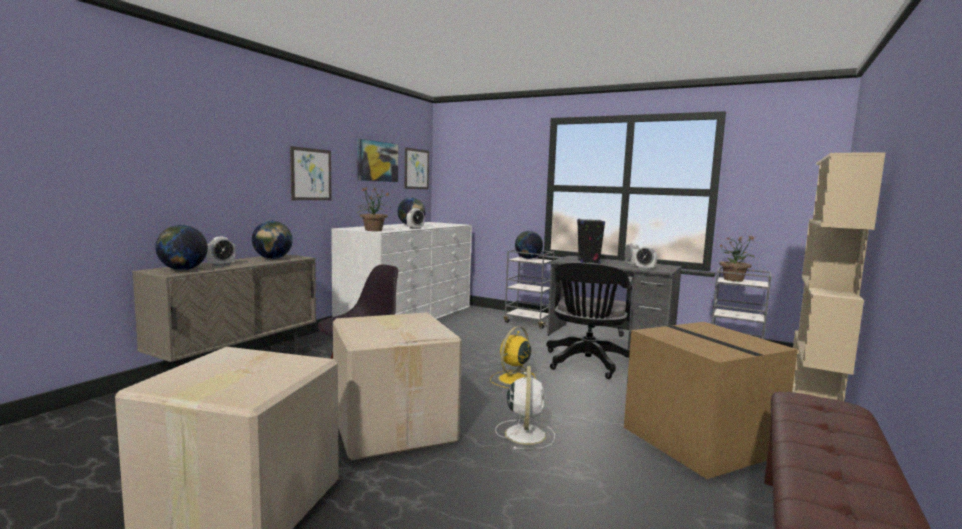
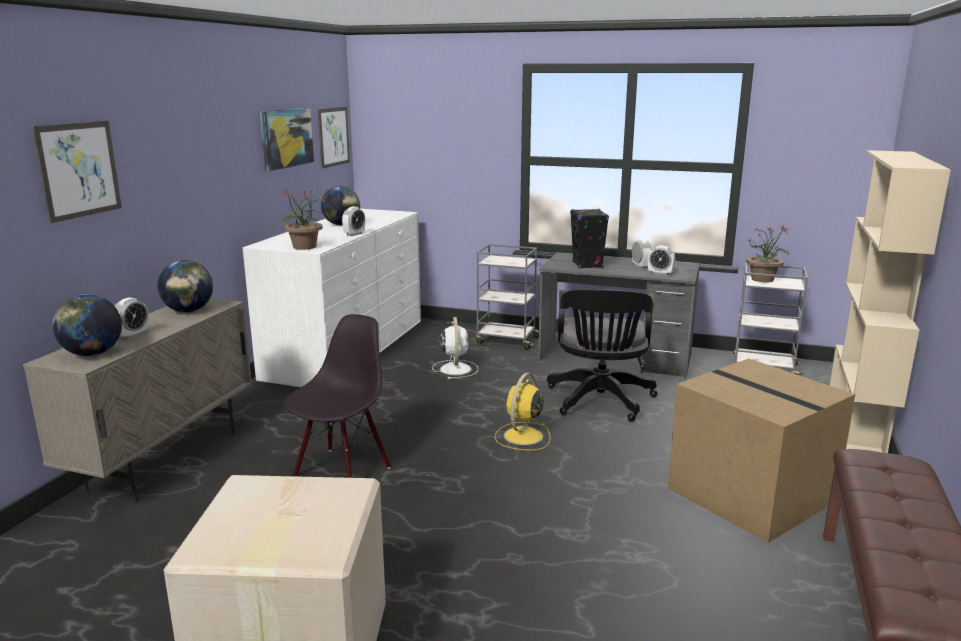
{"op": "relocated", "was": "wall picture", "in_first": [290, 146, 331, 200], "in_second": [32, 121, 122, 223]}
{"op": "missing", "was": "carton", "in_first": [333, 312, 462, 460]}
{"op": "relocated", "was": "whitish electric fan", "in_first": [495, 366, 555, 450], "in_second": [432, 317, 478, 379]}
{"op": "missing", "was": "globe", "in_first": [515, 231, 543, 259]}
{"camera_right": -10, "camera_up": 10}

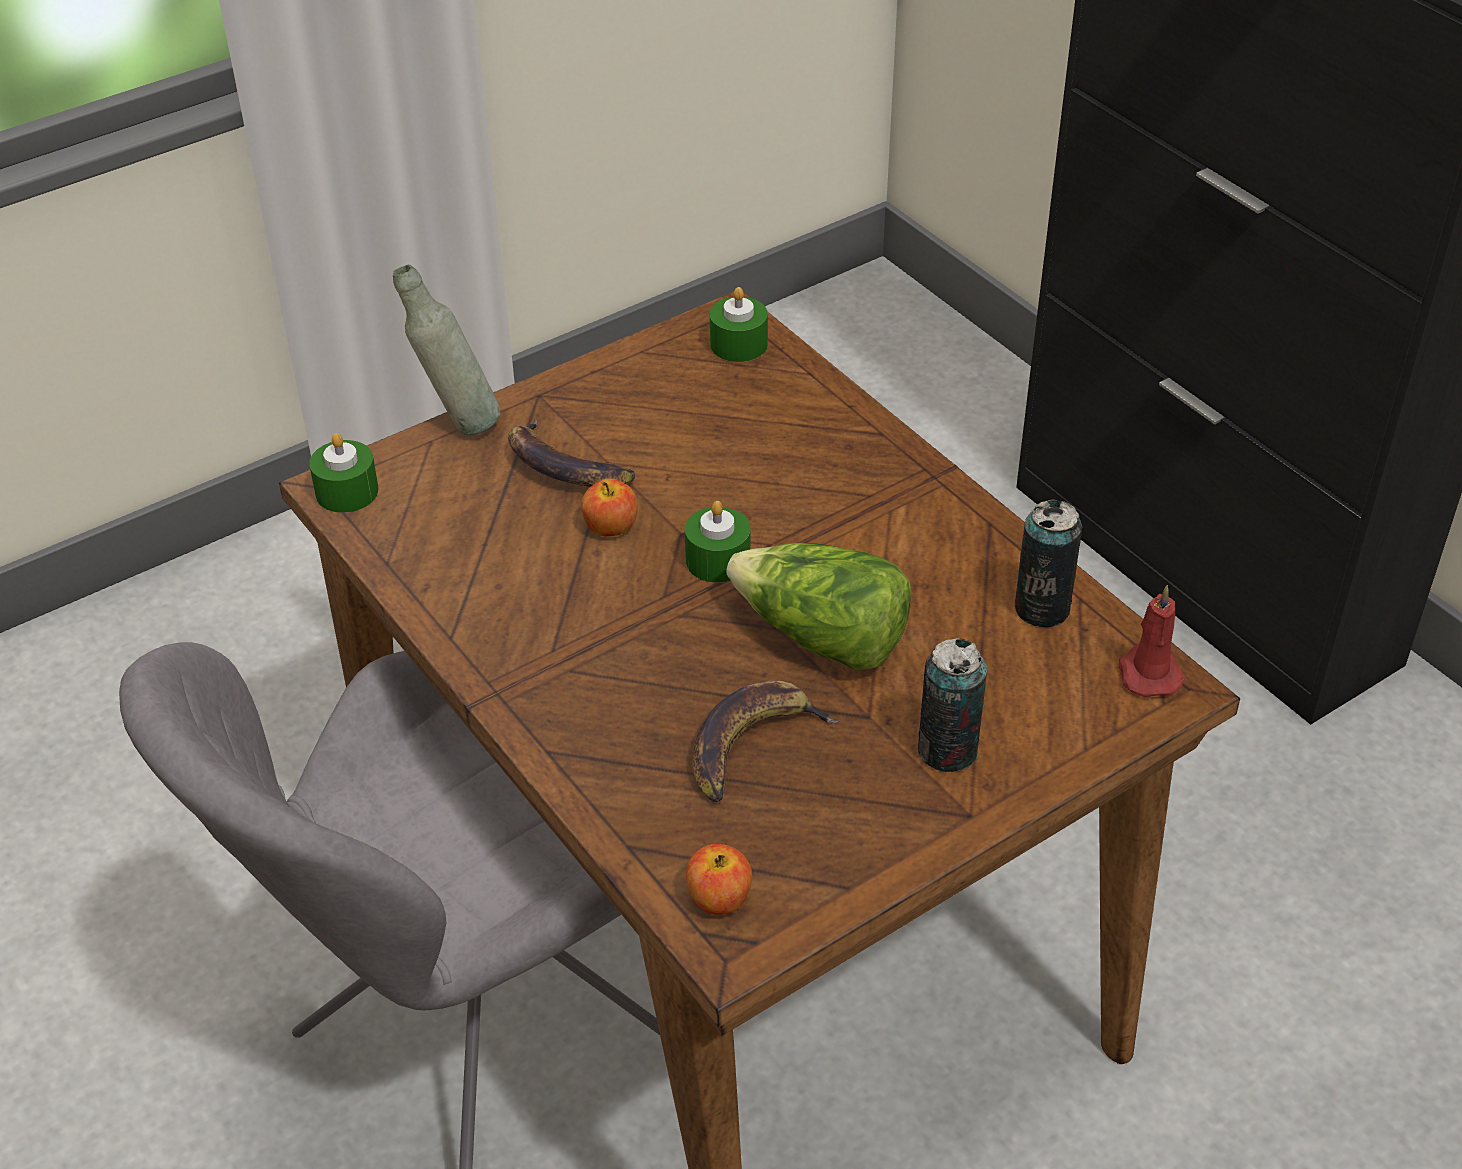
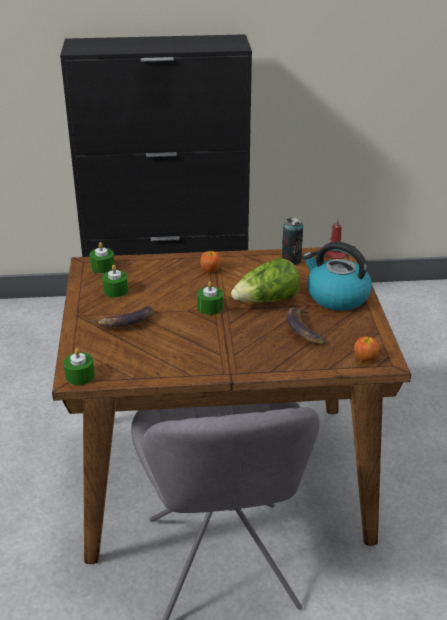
{"op": "missing", "was": "grey drink bottle", "in_first": [393, 265, 500, 435]}
{"op": "relocated", "was": "apple", "in_first": [581, 479, 638, 537], "in_second": [200, 251, 221, 273]}
{"op": "exchanged", "was": "sealed can", "now": "tea kettle", "in_first": [918, 638, 987, 772], "in_second": [302, 241, 372, 311]}
{"op": "appeared", "now": "green wax light", "in_second": [102, 265, 128, 297]}
{"camera_right": -60, "camera_up": -10}

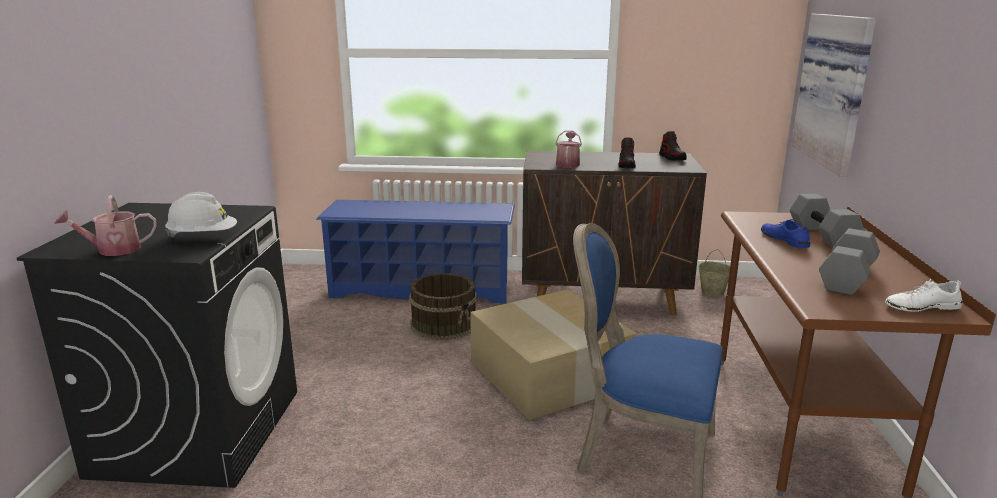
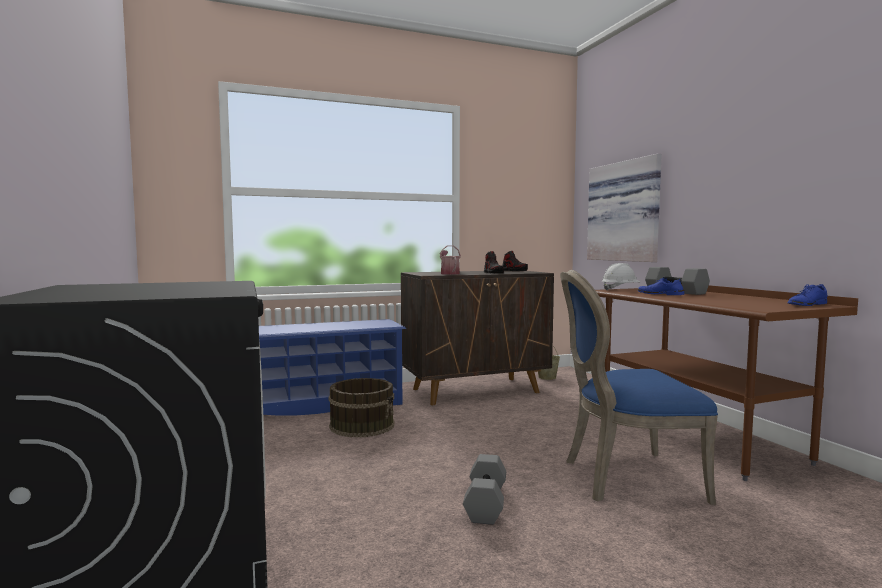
{"op": "missing", "was": "watering pot", "in_first": [54, 195, 157, 256]}
{"op": "relocated", "was": "whitish work helmet", "in_first": [165, 192, 237, 238], "in_second": [602, 263, 640, 291]}
{"op": "missing", "was": "carton", "in_first": [470, 290, 637, 420]}
{"op": "relocated", "was": "grey dumbbell", "in_first": [819, 228, 880, 295], "in_second": [463, 454, 506, 525]}
{"op": "colour", "was": "whitish shoe", "now": "blue-coloured shoe", "in_first": [885, 279, 962, 312], "in_second": [788, 284, 828, 306]}
{"camera_right": -25, "camera_up": -15}

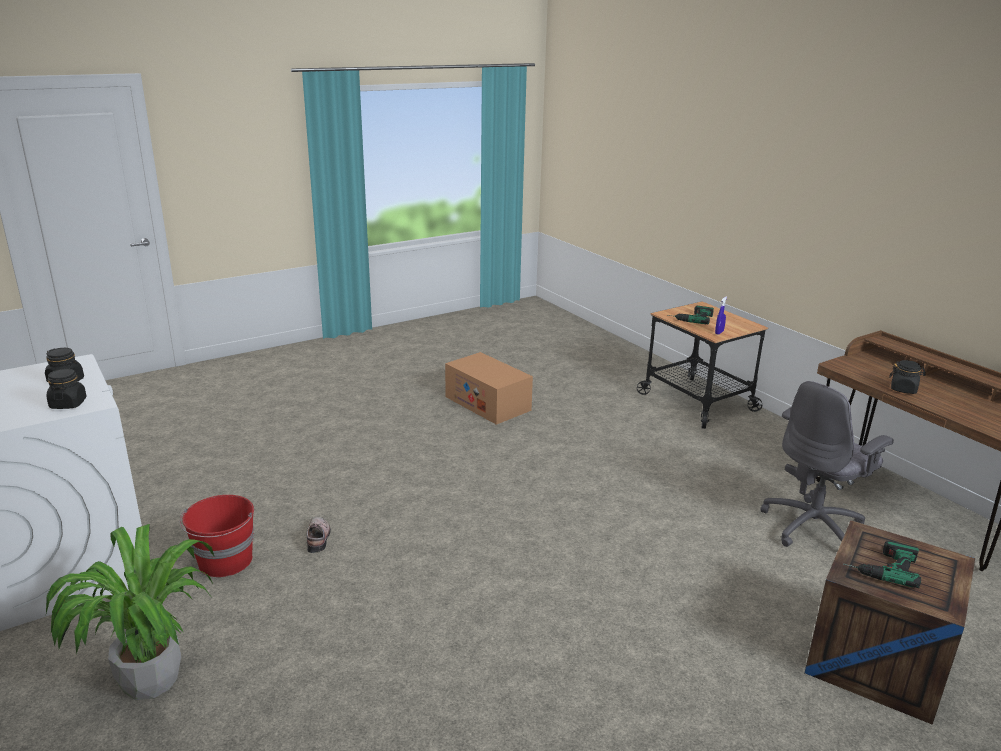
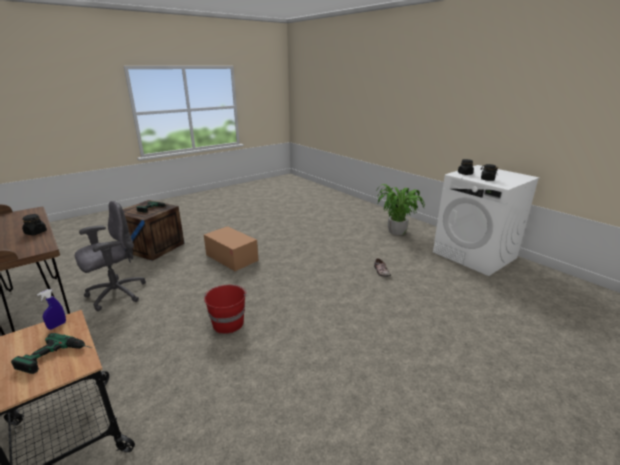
{"op": "relocated", "was": "red-coloured water bucket", "in_first": [180, 495, 254, 577], "in_second": [204, 285, 247, 334]}
{"op": "relocated", "was": "carton", "in_first": [445, 352, 533, 425], "in_second": [204, 226, 258, 271]}
{"camera_right": 175, "camera_up": 0}

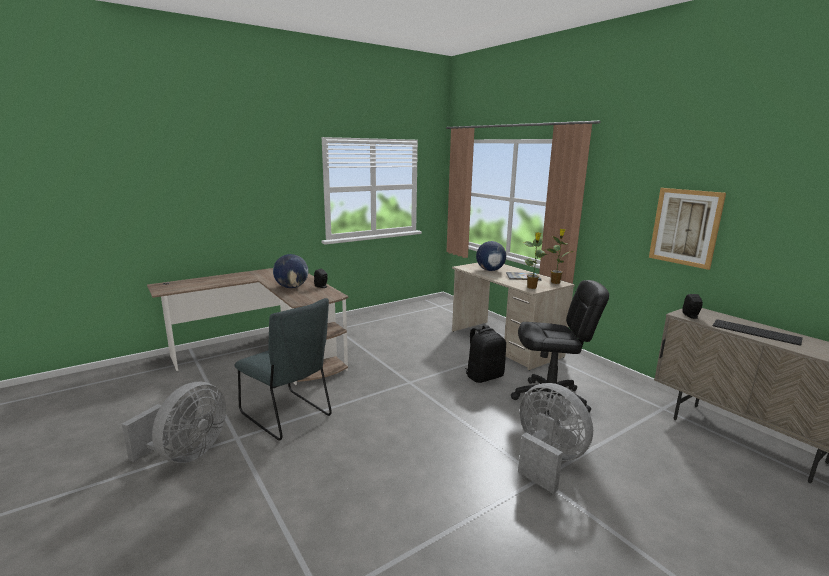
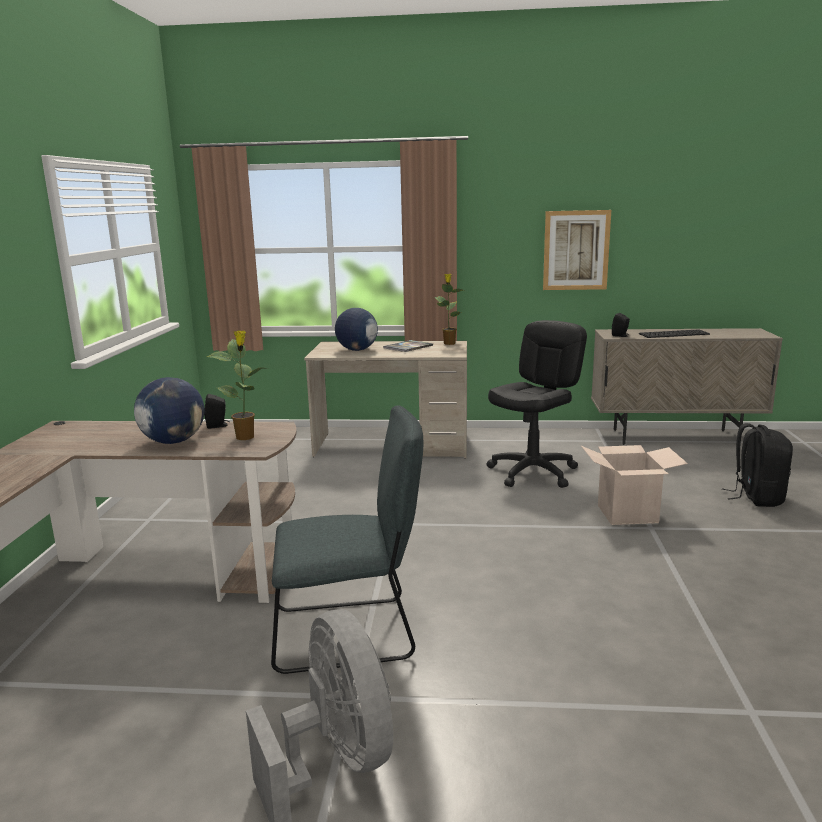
{"op": "relocated", "was": "blackish rucksack", "in_first": [465, 325, 506, 383], "in_second": [722, 423, 793, 507]}
{"op": "exchanged", "was": "grey electric fan", "now": "carton", "in_first": [518, 383, 593, 494], "in_second": [581, 445, 688, 525]}
{"op": "relocated", "was": "potted plant", "in_first": [523, 232, 548, 289], "in_second": [207, 330, 267, 440]}
{"camera_right": -50, "camera_up": 0}

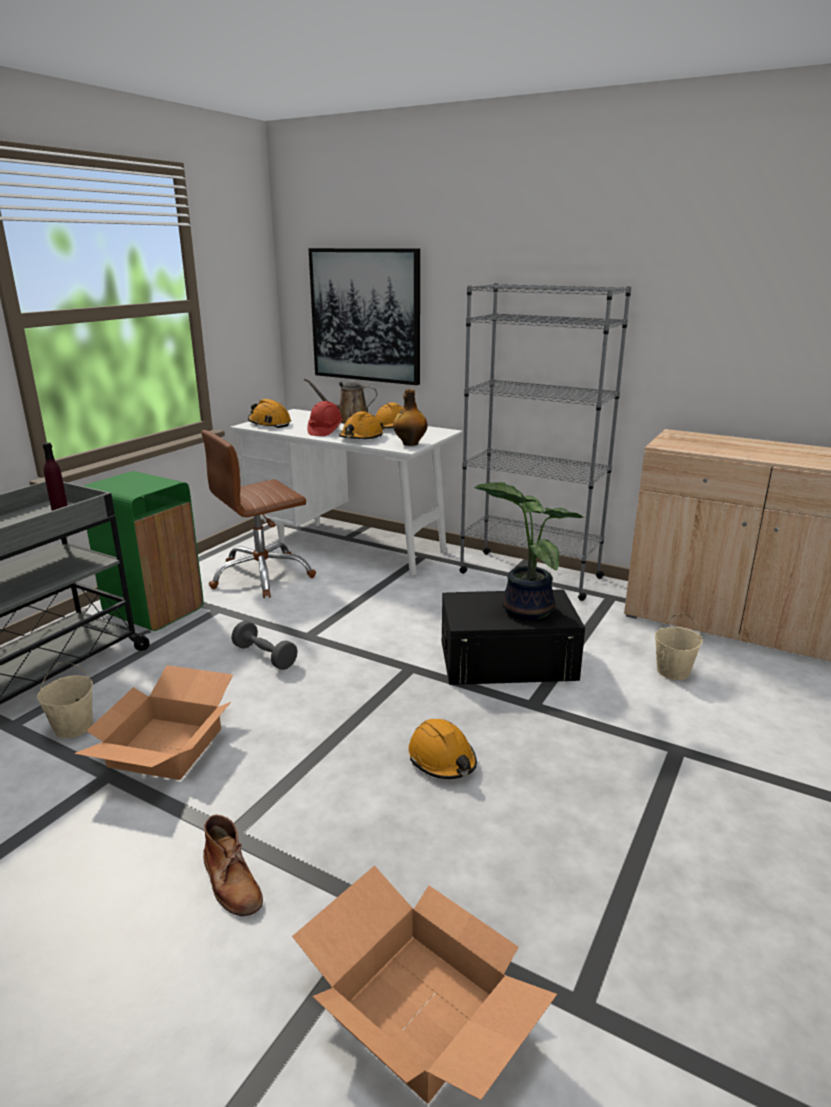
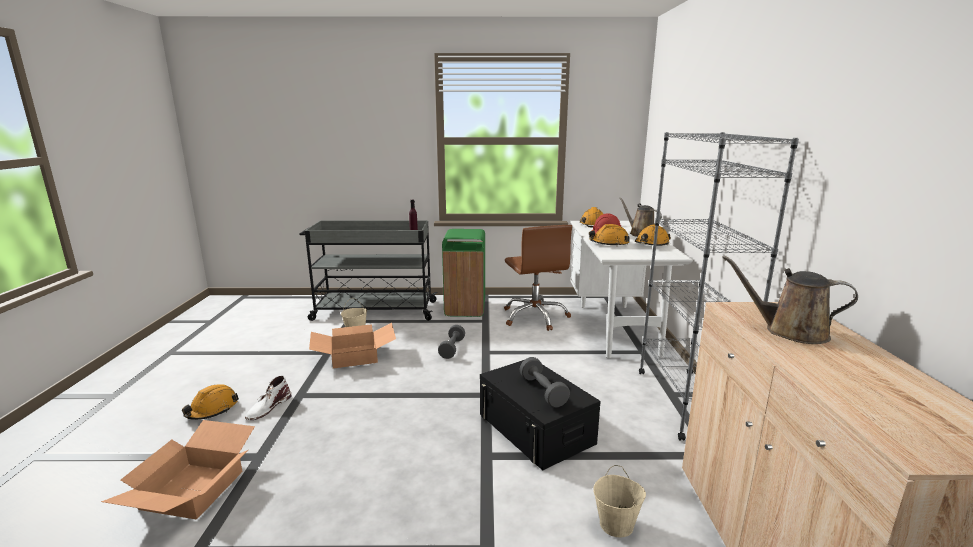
{"op": "spun", "was": "brown desk chair", "in_first": [201, 430, 316, 598], "in_second": [504, 225, 572, 331], "clockwise": -135}
{"op": "colour", "was": "brown boot", "now": "whitish boot", "in_first": [203, 814, 263, 916], "in_second": [245, 375, 292, 420]}
{"op": "missing", "was": "wall picture", "in_first": [309, 248, 420, 385]}
{"op": "missing", "was": "drink bottle", "in_first": [393, 389, 428, 446]}
{"op": "relocated", "was": "orange-coloured work helmet", "in_first": [408, 719, 477, 779], "in_second": [182, 384, 239, 420]}
{"op": "exchanged", "was": "potted plant", "now": "grey dumbbell", "in_first": [474, 482, 585, 620], "in_second": [519, 357, 570, 408]}
{"op": "appeared", "now": "brown watering pot", "in_second": [722, 255, 858, 344]}
{"camera_right": 60, "camera_up": -5}

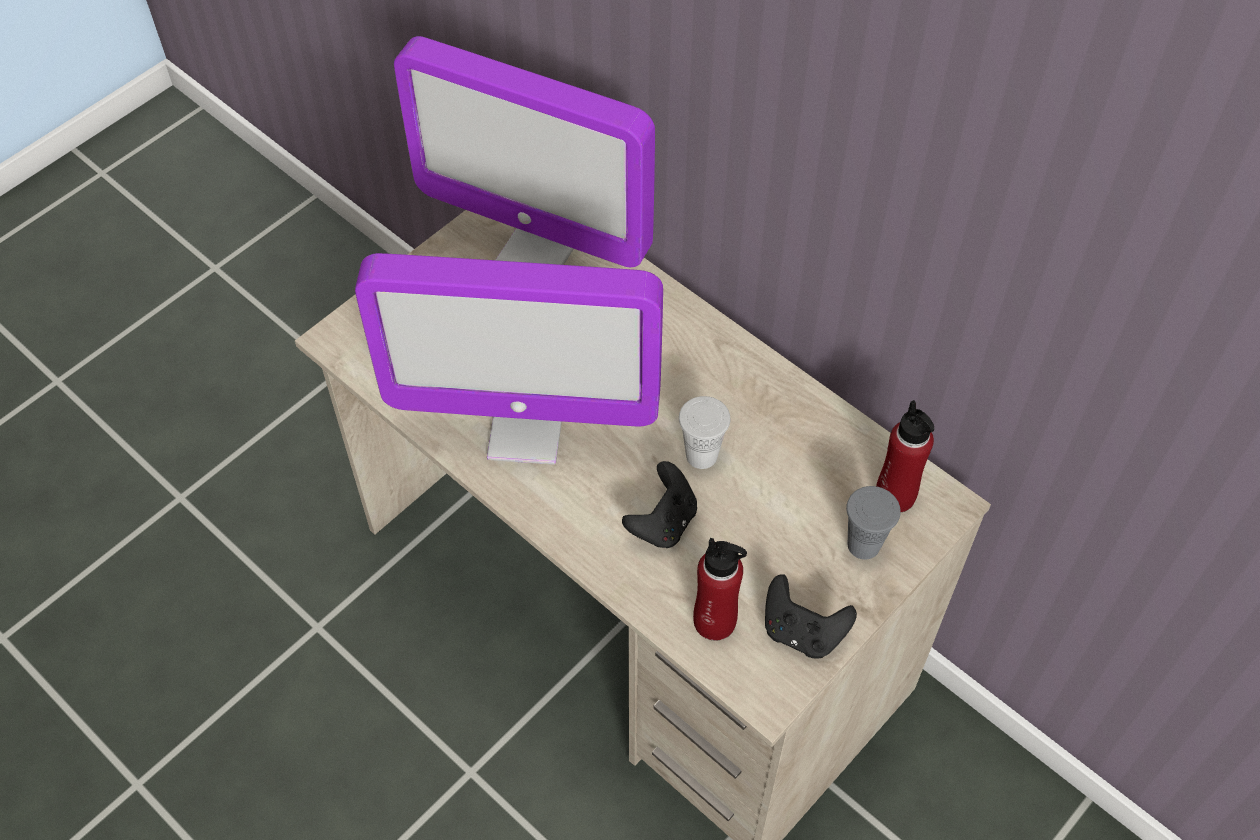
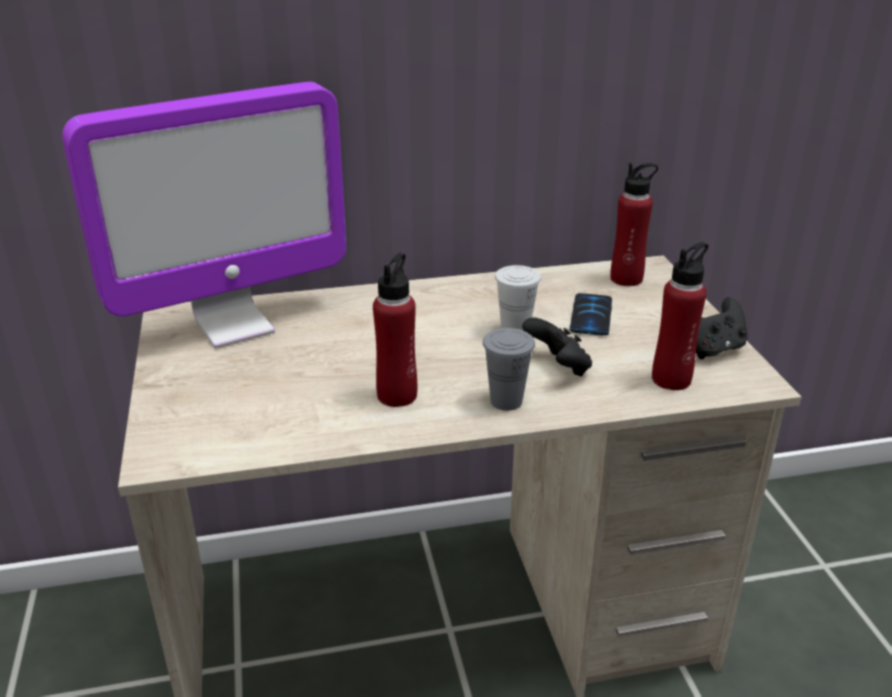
{"op": "exchanged", "was": "computer display", "now": "red-coloured drink bottle", "in_first": [355, 253, 663, 465], "in_second": [373, 253, 417, 407]}
{"op": "relocated", "was": "grey drinking cup", "in_first": [846, 486, 901, 560], "in_second": [483, 328, 535, 411]}
{"op": "appeared", "now": "handset", "in_second": [570, 293, 612, 336]}
{"camera_right": -55, "camera_up": -25}

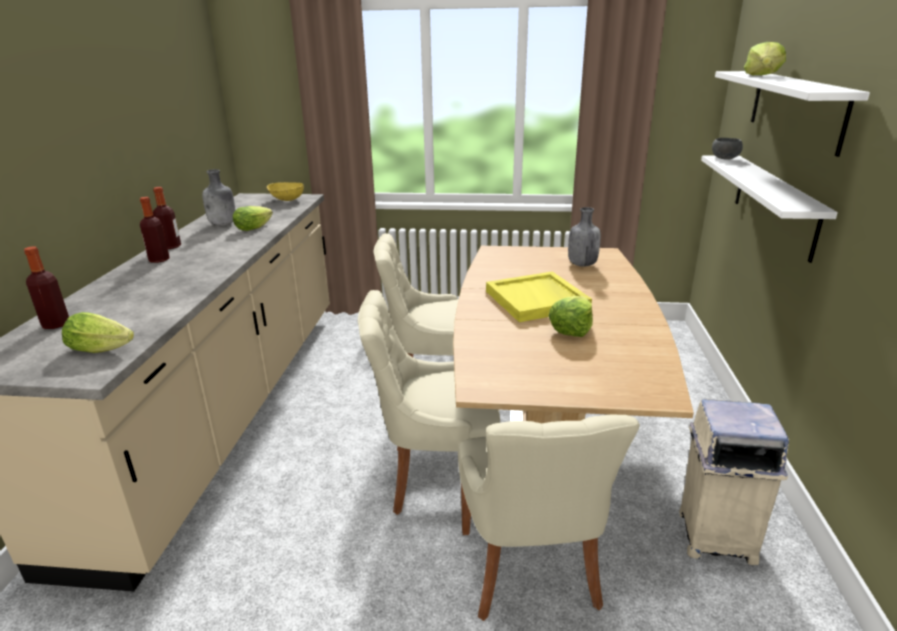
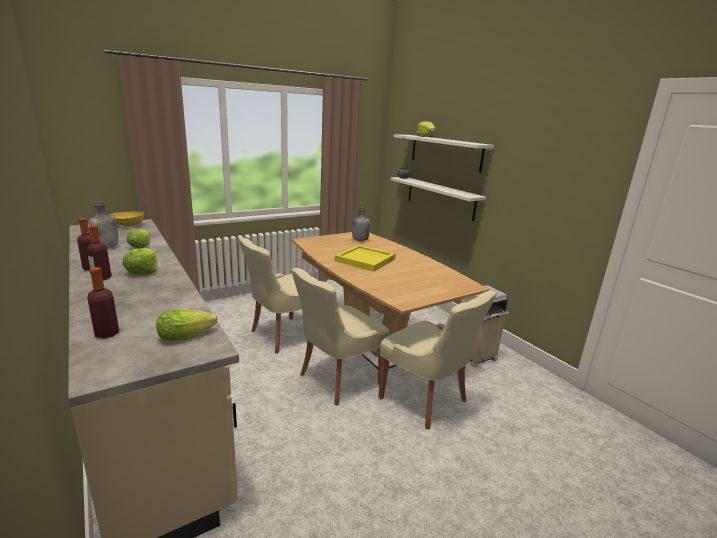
{"op": "relocated", "was": "lettuce", "in_first": [549, 296, 593, 337], "in_second": [123, 248, 158, 275]}
{"camera_right": -40, "camera_up": -5}

